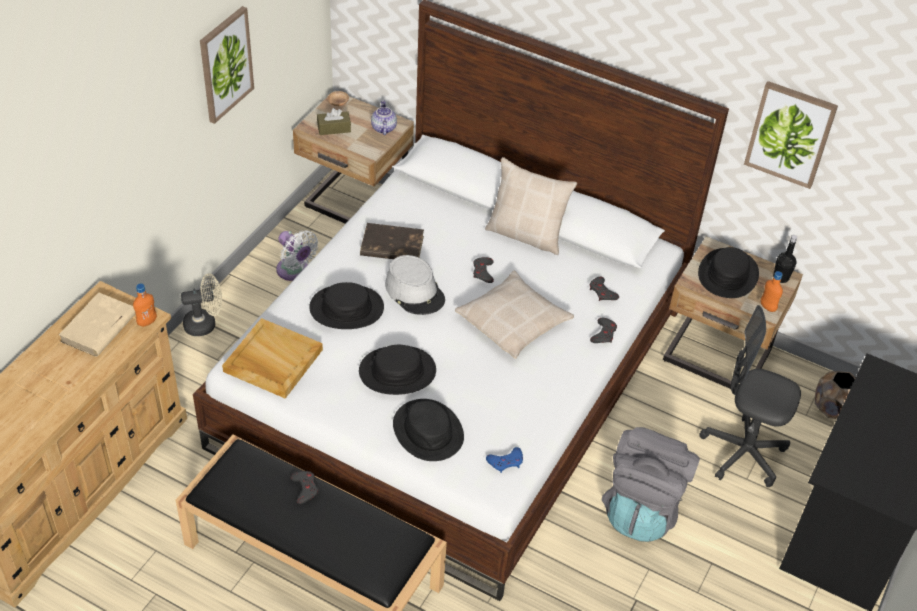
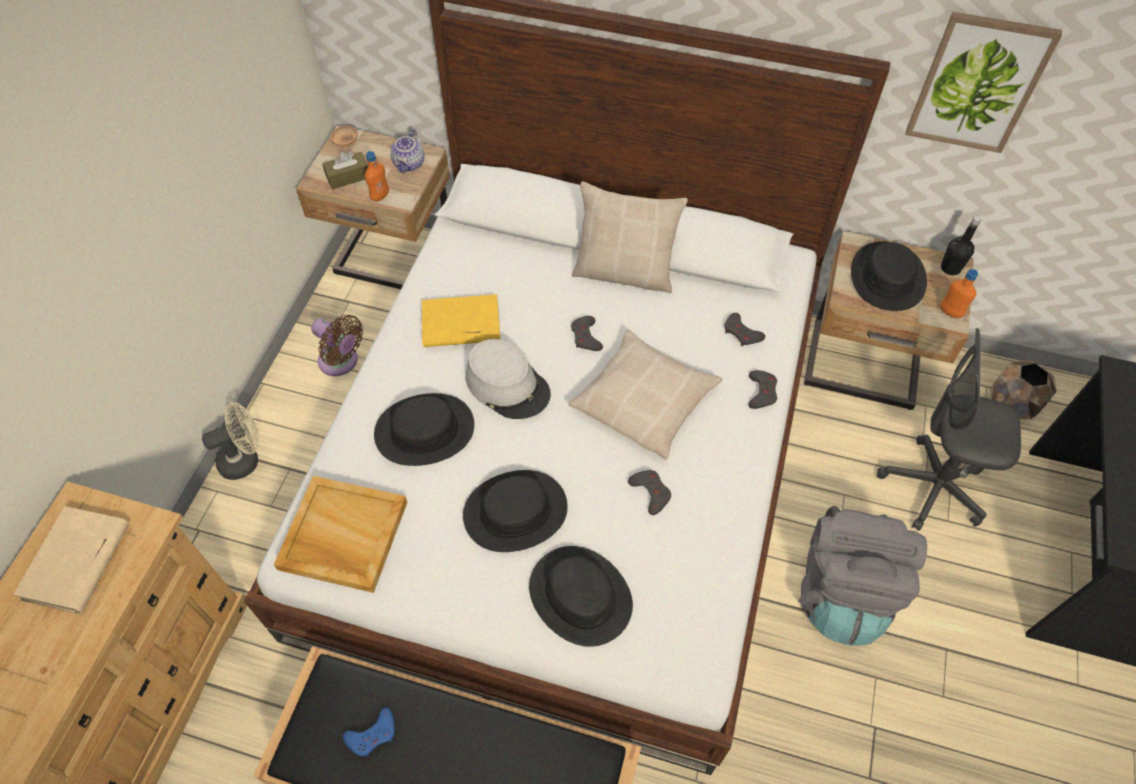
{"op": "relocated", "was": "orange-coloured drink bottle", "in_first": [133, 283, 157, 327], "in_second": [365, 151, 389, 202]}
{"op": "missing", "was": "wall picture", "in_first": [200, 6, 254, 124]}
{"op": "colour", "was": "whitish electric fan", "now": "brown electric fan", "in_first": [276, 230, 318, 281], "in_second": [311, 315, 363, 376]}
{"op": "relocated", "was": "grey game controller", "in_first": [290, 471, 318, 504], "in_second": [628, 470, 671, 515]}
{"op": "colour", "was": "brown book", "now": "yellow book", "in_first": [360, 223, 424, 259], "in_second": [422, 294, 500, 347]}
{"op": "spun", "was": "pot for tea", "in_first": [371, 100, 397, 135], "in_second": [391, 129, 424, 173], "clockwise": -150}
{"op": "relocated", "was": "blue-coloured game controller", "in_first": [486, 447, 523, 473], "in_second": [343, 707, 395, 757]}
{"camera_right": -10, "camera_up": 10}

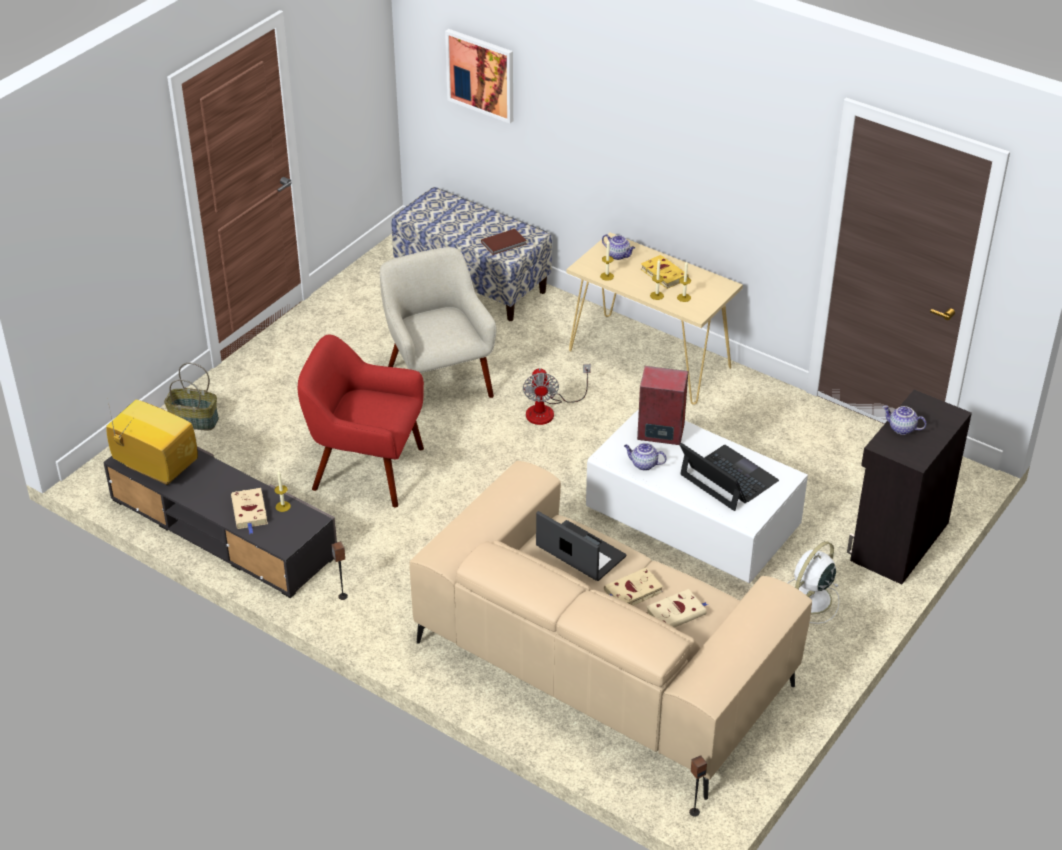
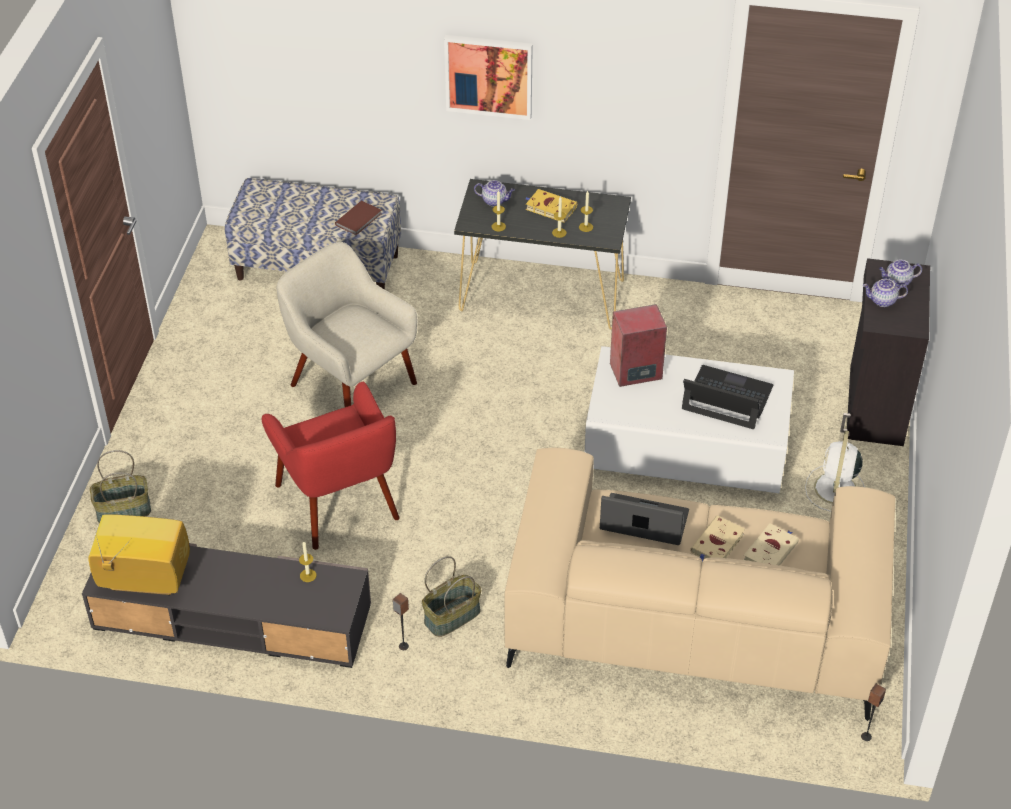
{"op": "missing", "was": "beige-coloured book", "in_first": [231, 488, 268, 534]}
{"op": "spun", "was": "red-coloured armchair", "in_first": [298, 334, 424, 508], "in_second": [262, 382, 400, 550], "clockwise": -105}
{"op": "relocated", "was": "wall picture", "in_first": [445, 29, 513, 124], "in_second": [444, 35, 533, 120]}
{"op": "missing", "was": "electric fan", "in_first": [523, 364, 591, 425]}
{"op": "colour", "was": "beige-coloured hall table", "now": "blackish hall table", "in_first": [566, 233, 743, 405], "in_second": [454, 179, 631, 330]}
{"op": "relocated", "was": "pot for tea", "in_first": [624, 443, 667, 471], "in_second": [879, 260, 922, 288]}
{"op": "appeared", "now": "household basket", "in_second": [422, 556, 481, 637]}
{"camera_right": -25, "camera_up": 5}

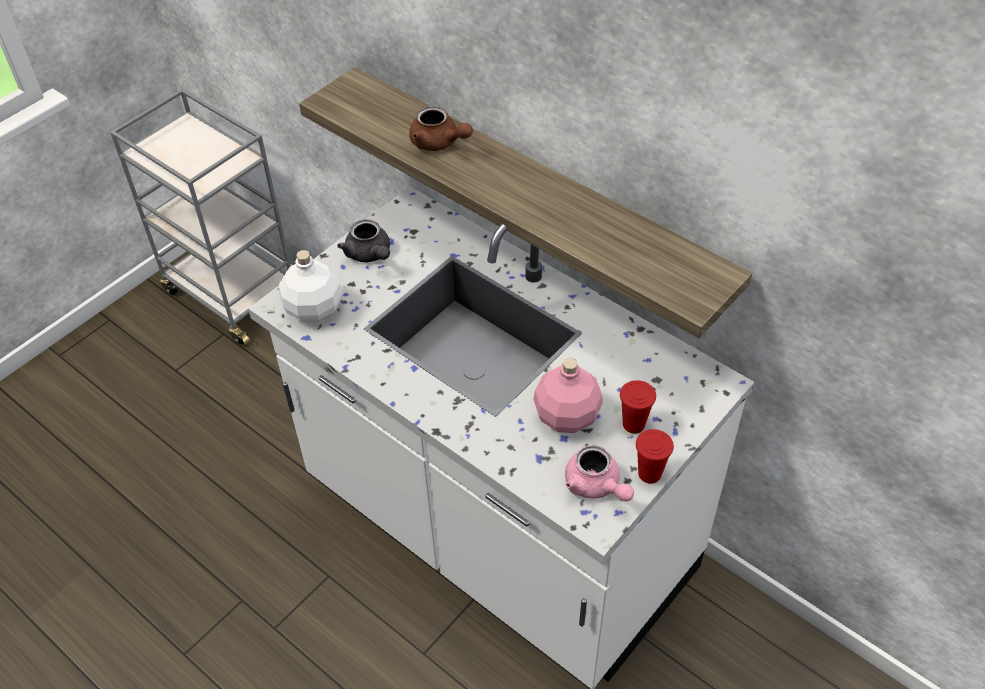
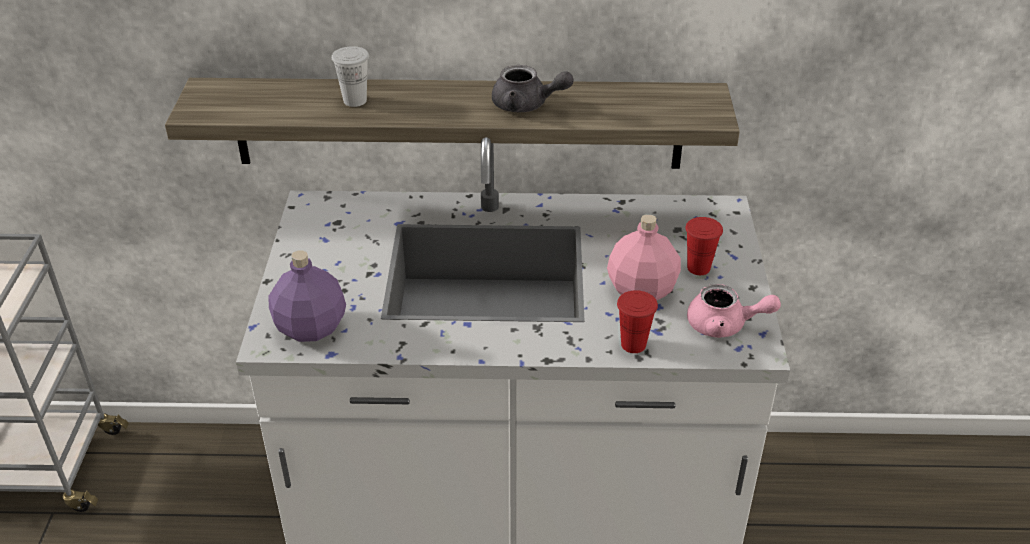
{"op": "colour", "was": "whitish drink bottle", "now": "purple-coloured drink bottle", "in_first": [279, 250, 343, 323], "in_second": [268, 250, 346, 342]}
{"op": "relocated", "was": "grey pot for tea", "in_first": [337, 219, 390, 262], "in_second": [492, 65, 574, 112]}
{"op": "exchanged", "was": "brown pot for tea", "now": "whitish drinking cup", "in_first": [409, 106, 473, 151], "in_second": [332, 46, 369, 107]}
{"op": "relocated", "was": "red-coloured drinking cup", "in_first": [636, 429, 674, 484], "in_second": [617, 290, 658, 353]}
{"camera_right": -40, "camera_up": -10}

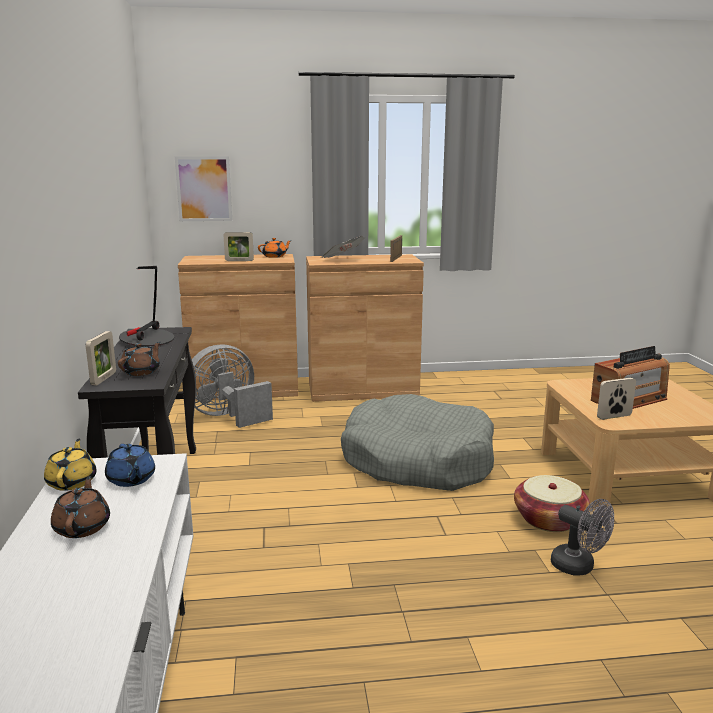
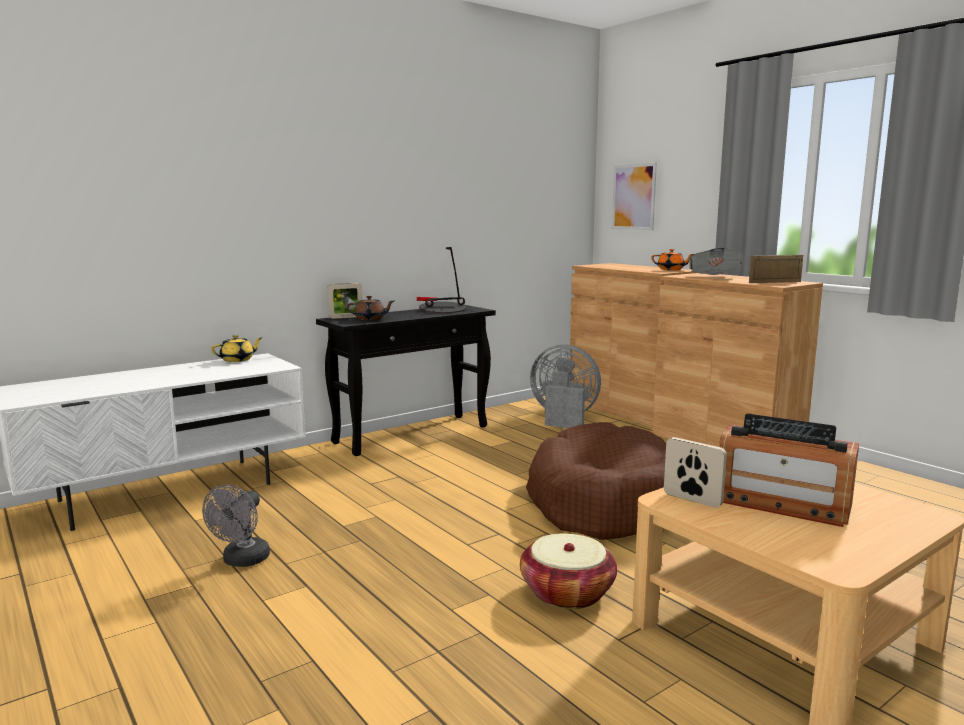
{"op": "missing", "was": "brown pot for tea", "in_first": [51, 476, 110, 538]}
{"op": "missing", "was": "blue-coloured pot for tea", "in_first": [105, 444, 155, 487]}
{"op": "missing", "was": "photo frame", "in_first": [224, 232, 254, 261]}
{"op": "colour", "was": "grey dog cushion", "now": "brown dog cushion", "in_first": [341, 394, 494, 491], "in_second": [526, 422, 666, 540]}
{"op": "relocated", "was": "grey electric fan", "in_first": [551, 499, 614, 576], "in_second": [202, 485, 270, 567]}
{"camera_right": 60, "camera_up": -5}

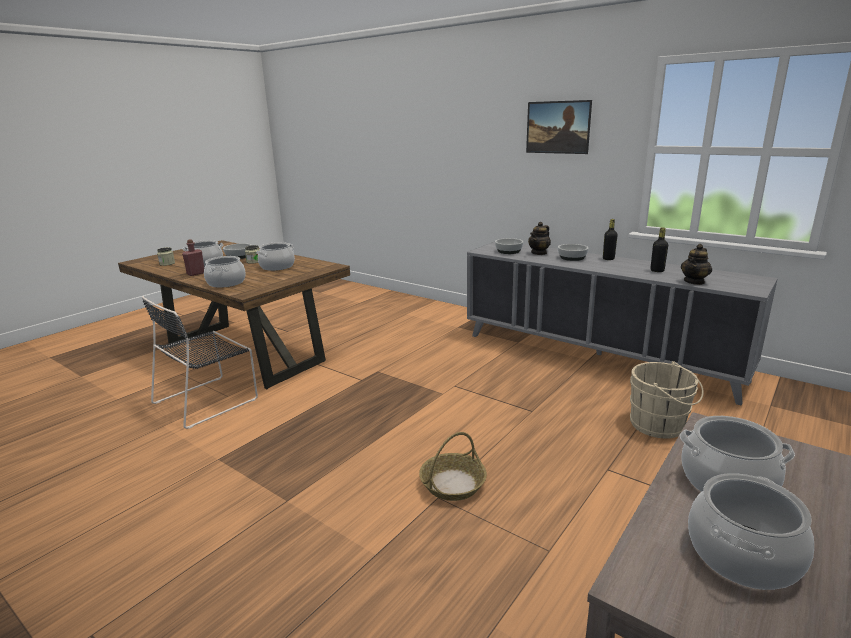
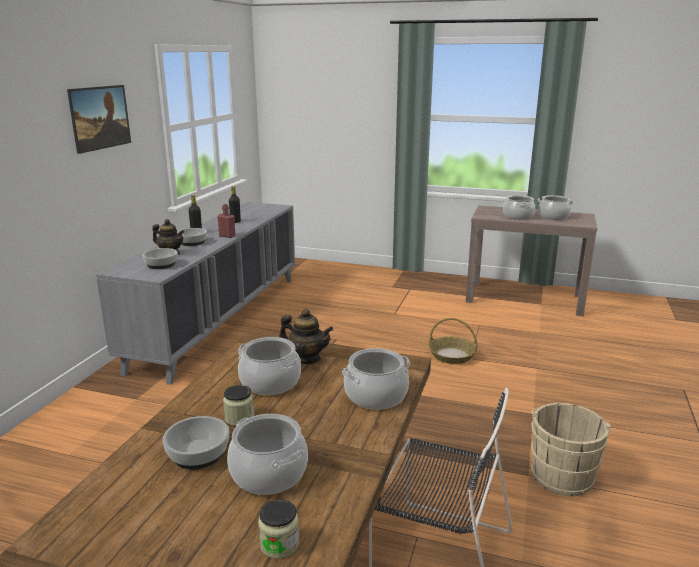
{"op": "relocated", "was": "red-coloured drink bottle", "in_first": [182, 239, 204, 276], "in_second": [217, 204, 235, 238]}
{"op": "relocated", "was": "beige-coloured water bucket", "in_first": [630, 361, 704, 438], "in_second": [531, 403, 611, 496]}
{"op": "relocated", "was": "pot for tea", "in_first": [681, 244, 712, 285], "in_second": [279, 309, 333, 364]}
{"camera_right": -110, "camera_up": 0}

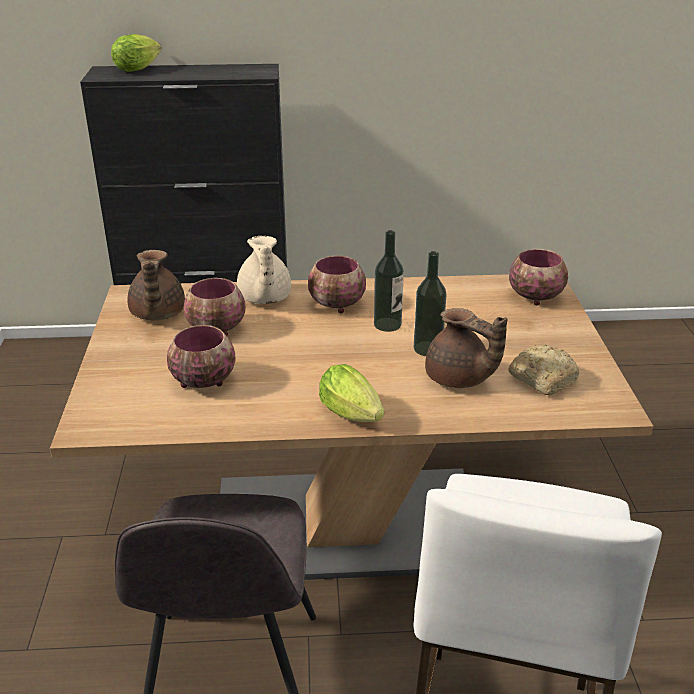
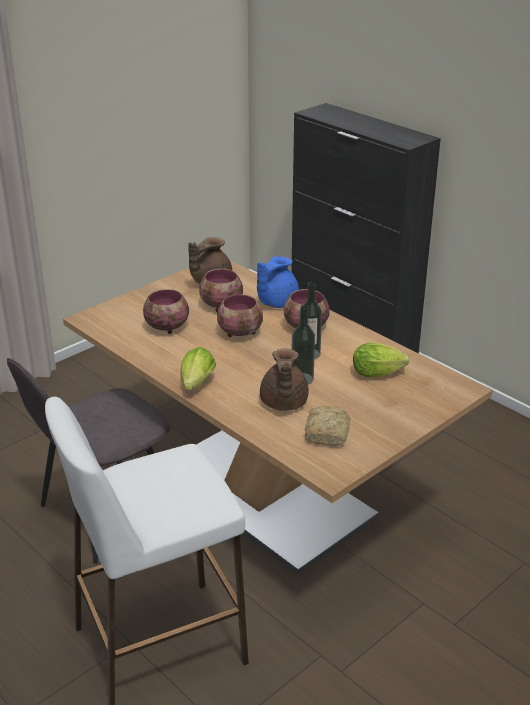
{"op": "relocated", "was": "lettuce", "in_first": [111, 34, 161, 72], "in_second": [353, 343, 410, 377]}
{"op": "colour", "was": "beige-coloured pot for tea", "now": "blue-coloured pot for tea", "in_first": [237, 236, 291, 304], "in_second": [257, 256, 299, 308]}
{"op": "relocated", "was": "bowl", "in_first": [509, 249, 568, 305], "in_second": [217, 294, 263, 337]}
{"camera_right": 50, "camera_up": 0}

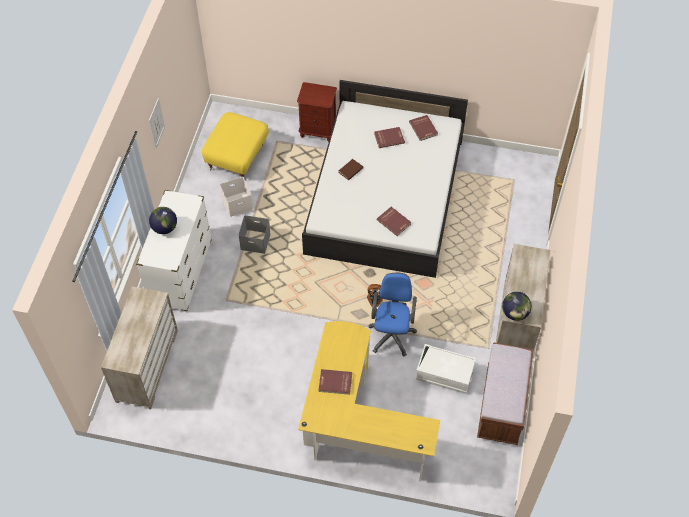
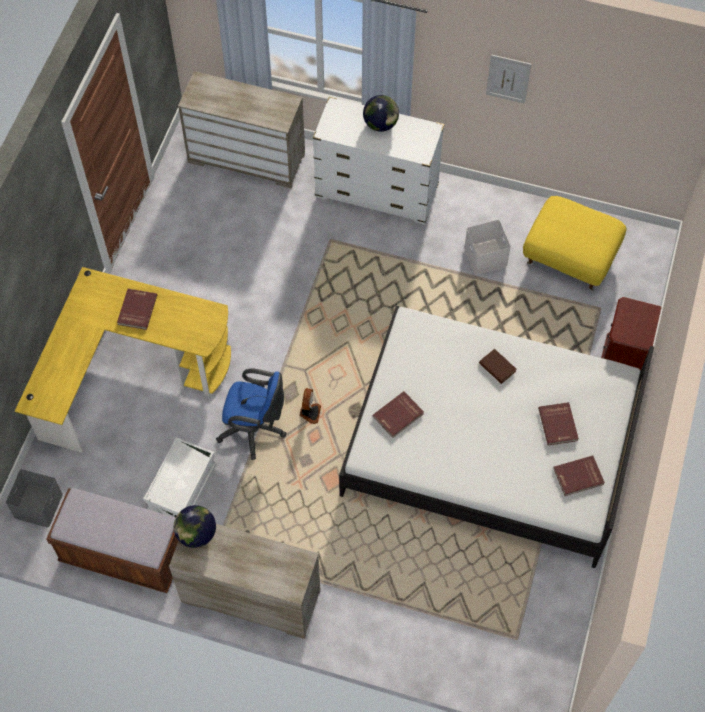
{"op": "relocated", "was": "grey storage bin", "in_first": [238, 215, 270, 254], "in_second": [6, 469, 63, 527]}
{"camera_right": 95, "camera_up": 5}

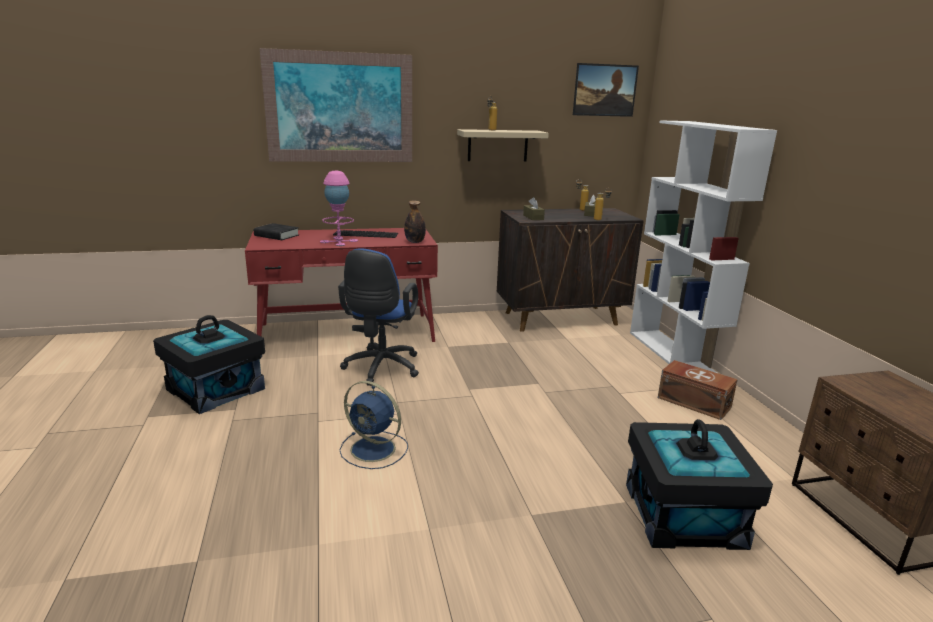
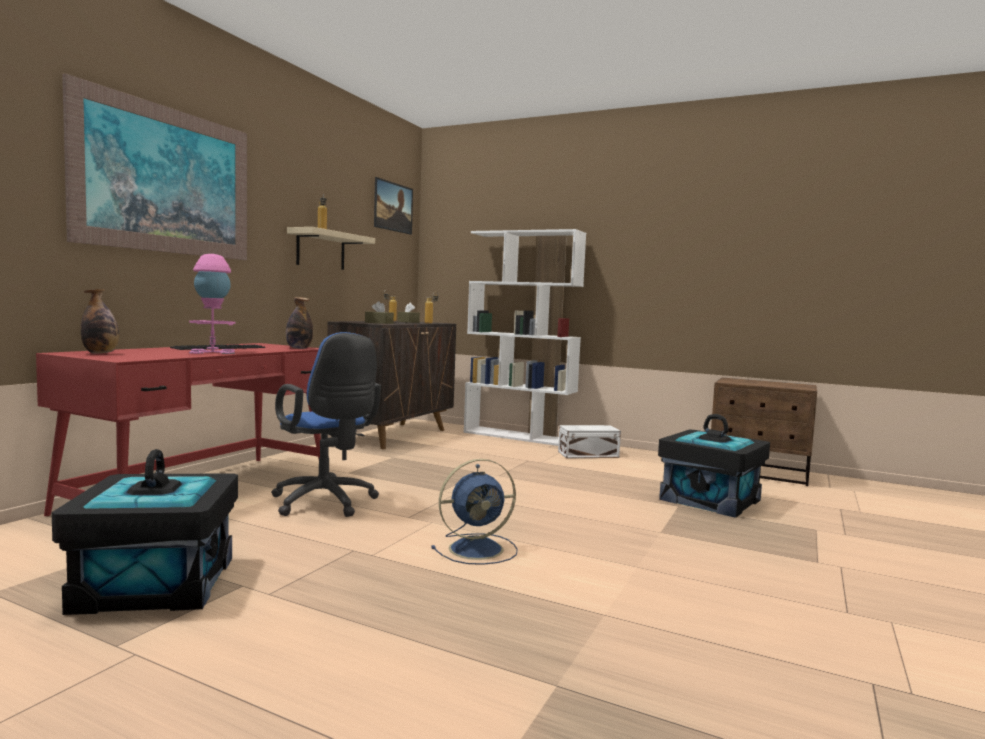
{"op": "exchanged", "was": "blackish book", "now": "drink bottle", "in_first": [254, 223, 299, 240], "in_second": [81, 289, 119, 354]}
{"op": "colour", "was": "brown storage bin", "now": "whitish storage bin", "in_first": [658, 360, 738, 420], "in_second": [558, 425, 621, 458]}
{"camera_right": -50, "camera_up": -15}

